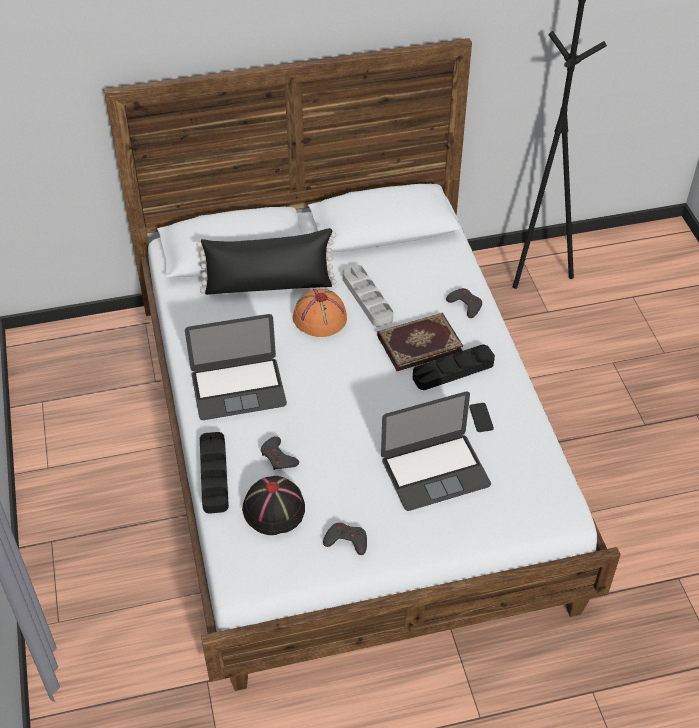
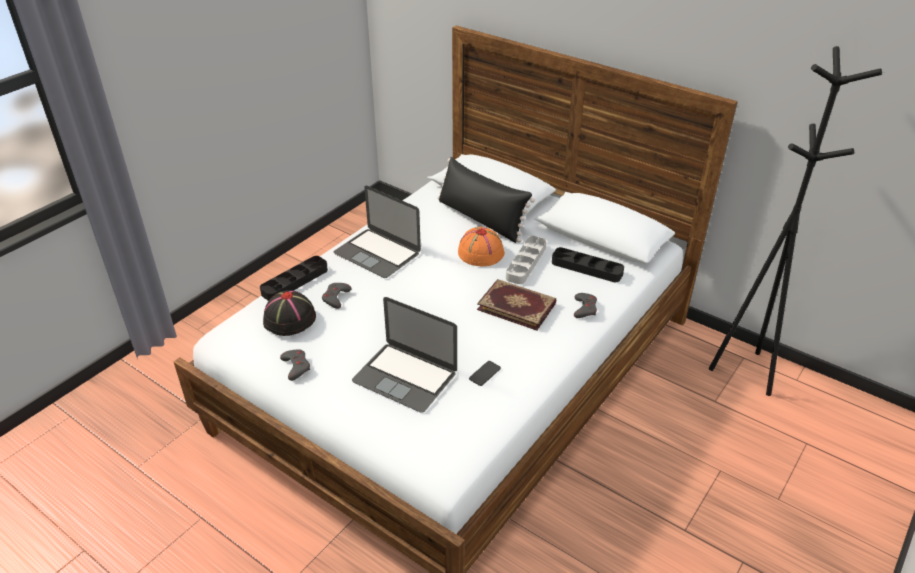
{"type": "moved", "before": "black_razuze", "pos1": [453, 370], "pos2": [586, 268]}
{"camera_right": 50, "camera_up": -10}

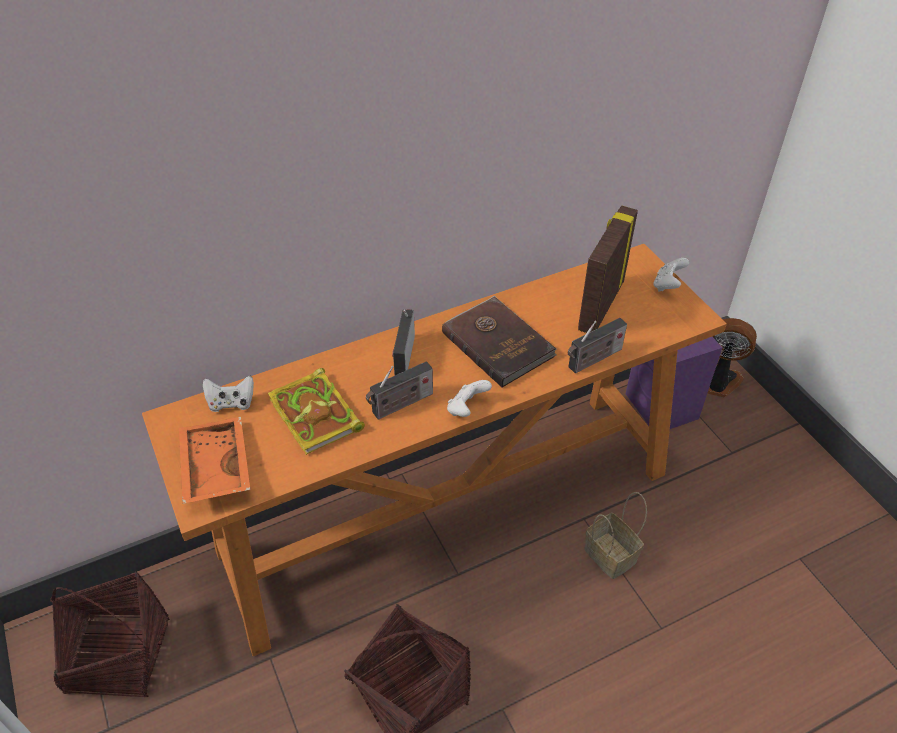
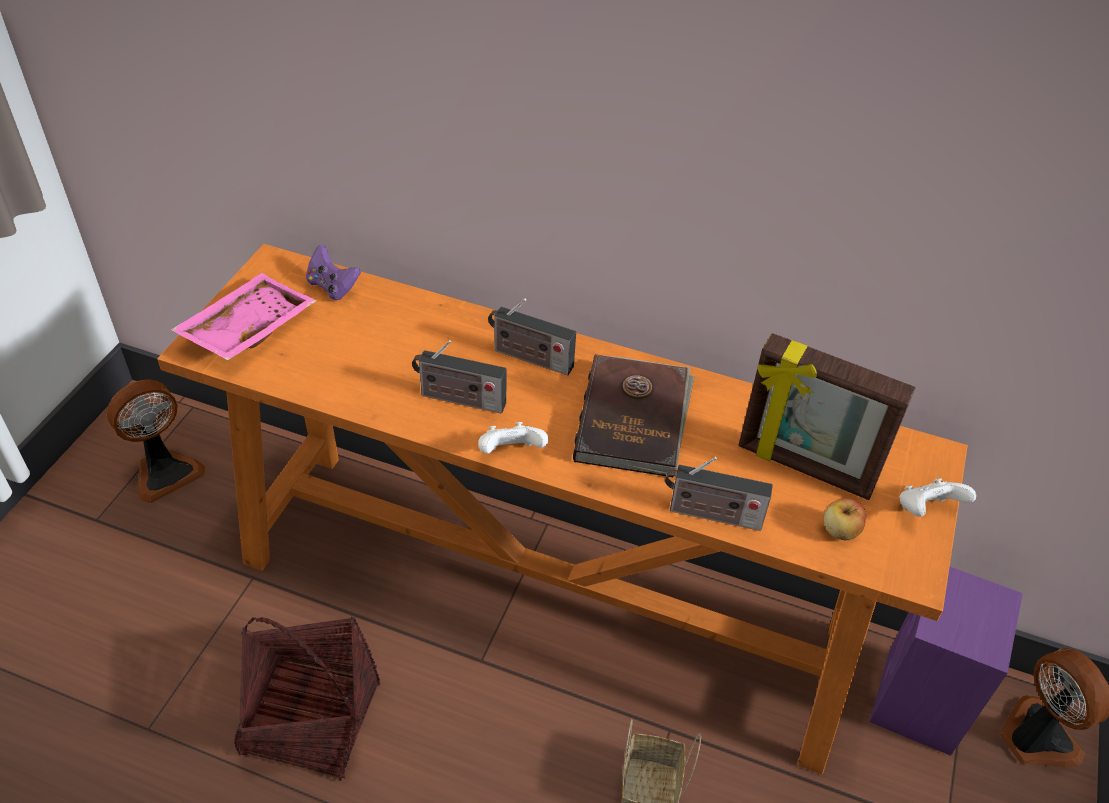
{"type": "replaced", "before": "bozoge", "after": "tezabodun", "pos1": [118, 655], "pos2": [165, 472]}
{"type": "recoloured", "before": "orange_razuze", "after": "pink_razuze", "pos1": [214, 468], "pos2": [247, 328]}
{"type": "recoloured", "before": "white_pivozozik", "after": "purple_pivozozik", "pos1": [231, 403], "pos2": [332, 287]}
{"type": "removed", "before": "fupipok", "pos1": [317, 415]}
{"type": "turned", "before": "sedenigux", "pos1": [404, 354], "pos2": [529, 358], "turn": -120}
{"type": "turned", "before": "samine", "pos1": [599, 305], "pos2": [805, 467], "turn": -135}
{"type": "added", "after": "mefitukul", "pos2": [840, 531]}
{"camera_right": 45, "camera_up": 0}

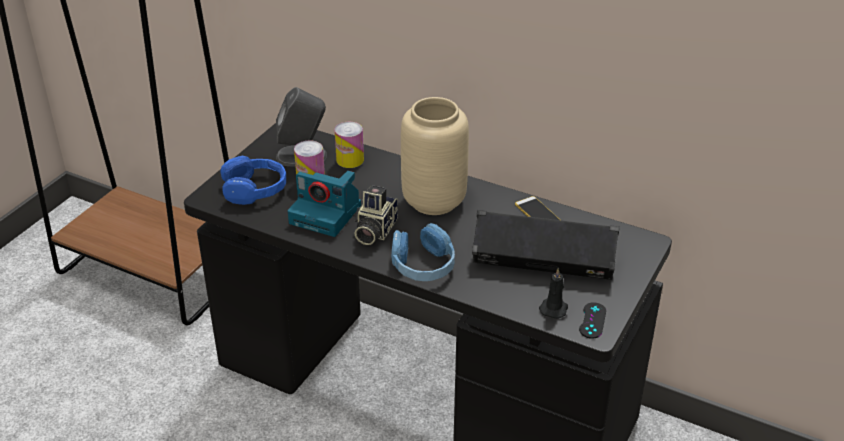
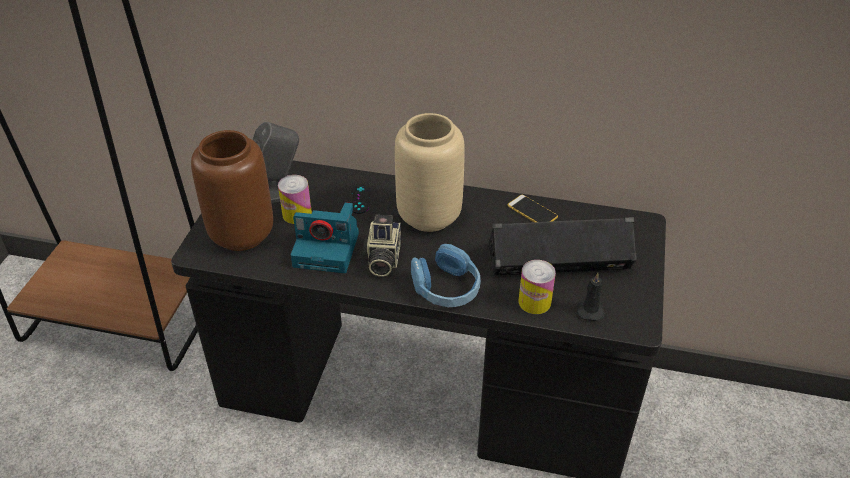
{"type": "replaced", "before": "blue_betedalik", "after": "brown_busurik", "pos1": [255, 189], "pos2": [243, 235]}
{"type": "moved", "before": "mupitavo", "pos1": [350, 160], "pos2": [534, 302]}
{"type": "moved", "before": "black_pivozozik", "pos1": [592, 320], "pos2": [360, 199]}
{"camera_right": -15, "camera_up": 5}

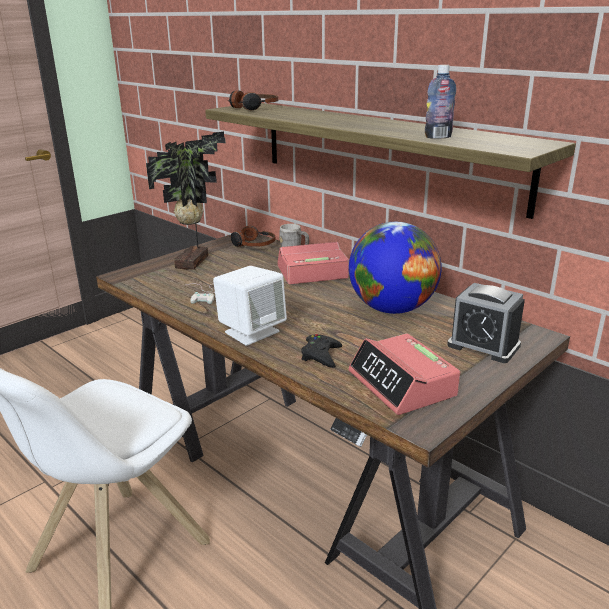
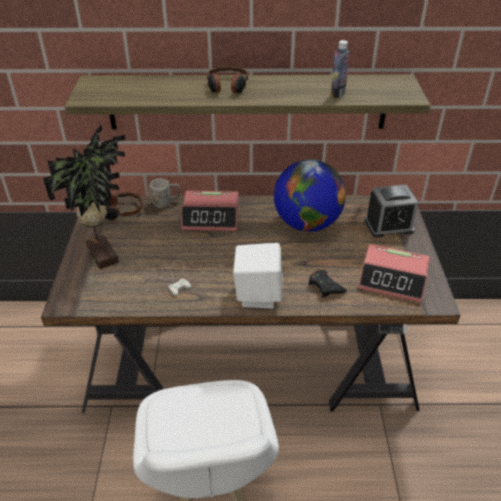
{"type": "moved", "before": "betedalik", "pos1": [253, 108], "pos2": [227, 86]}
{"type": "turned", "before": "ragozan", "pos1": [312, 272], "pos2": [211, 218], "turn": -120}
{"camera_right": -45, "camera_up": 15}

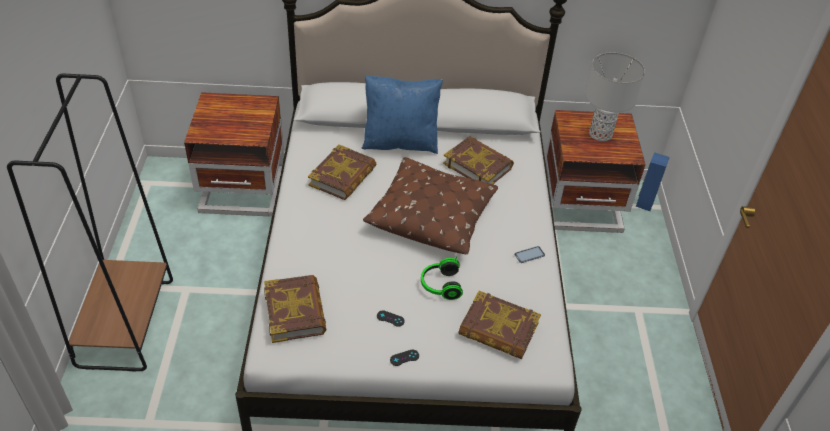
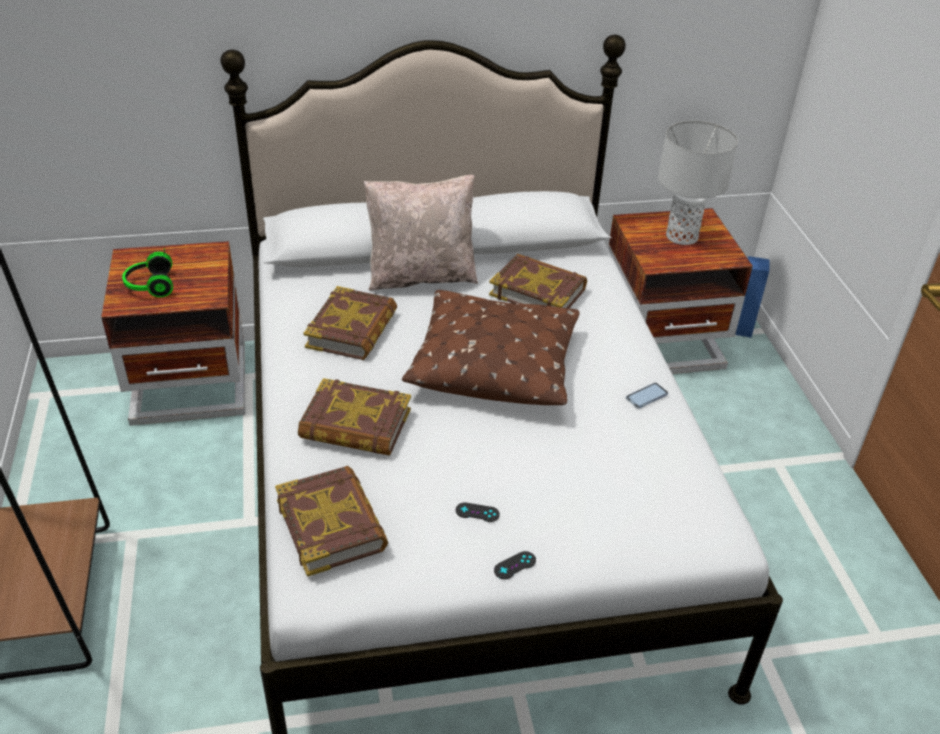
{"type": "recoloured", "before": "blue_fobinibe", "after": "beige_fobinibe", "pos1": [400, 142], "pos2": [421, 276]}
{"type": "moved", "before": "betedalik", "pos1": [440, 285], "pos2": [149, 285]}
{"type": "moved", "before": "fupipok", "pos1": [498, 330], "pos2": [355, 425]}
{"camera_right": -10, "camera_up": -5}

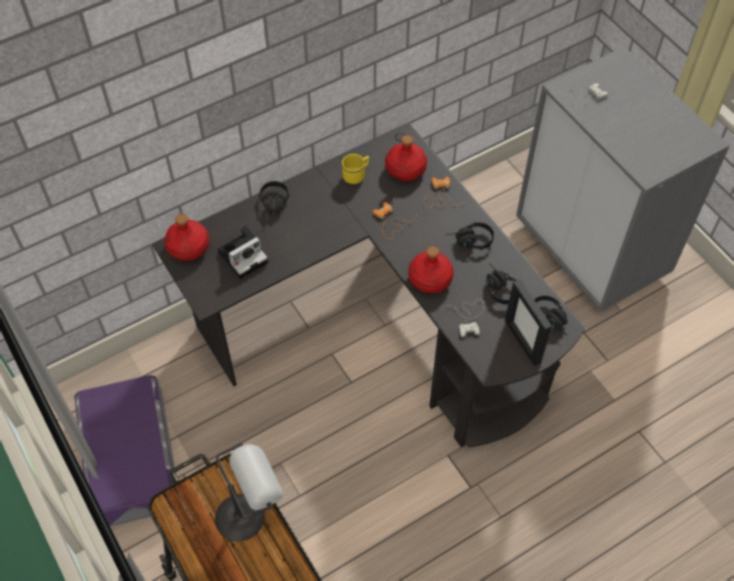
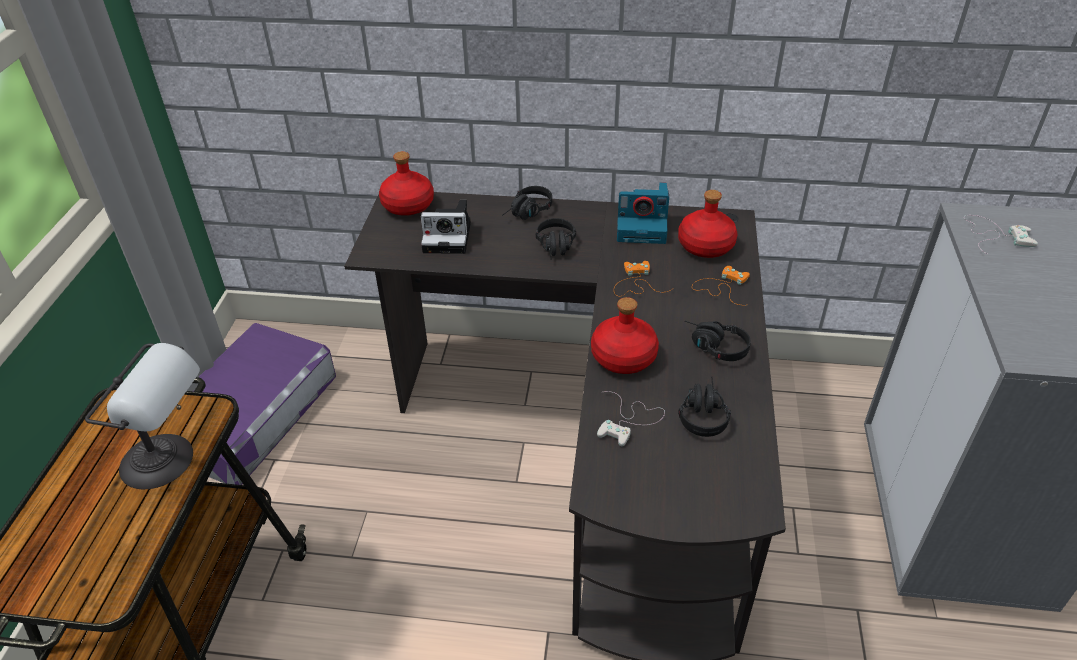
{"type": "replaced", "before": "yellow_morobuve", "after": "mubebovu", "pos1": [356, 175], "pos2": [643, 227]}
{"type": "removed", "before": "samine", "pos1": [523, 341]}
{"type": "moved", "before": "black_betedalik", "pos1": [551, 320], "pos2": [556, 248]}
{"camera_right": 40, "camera_up": -15}

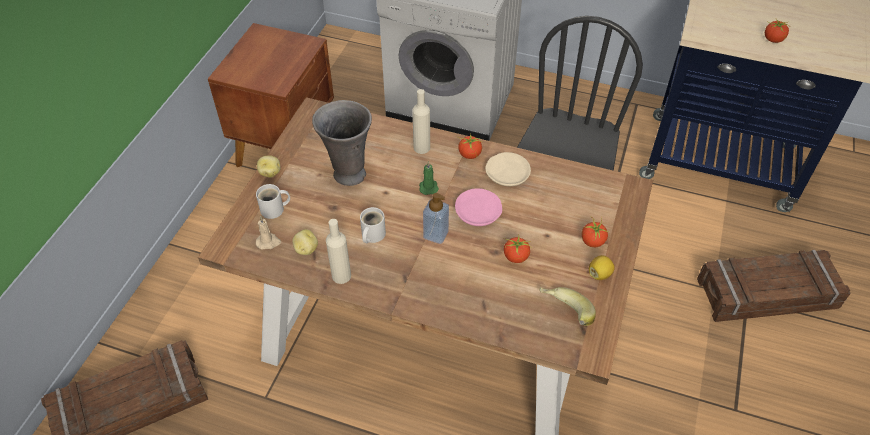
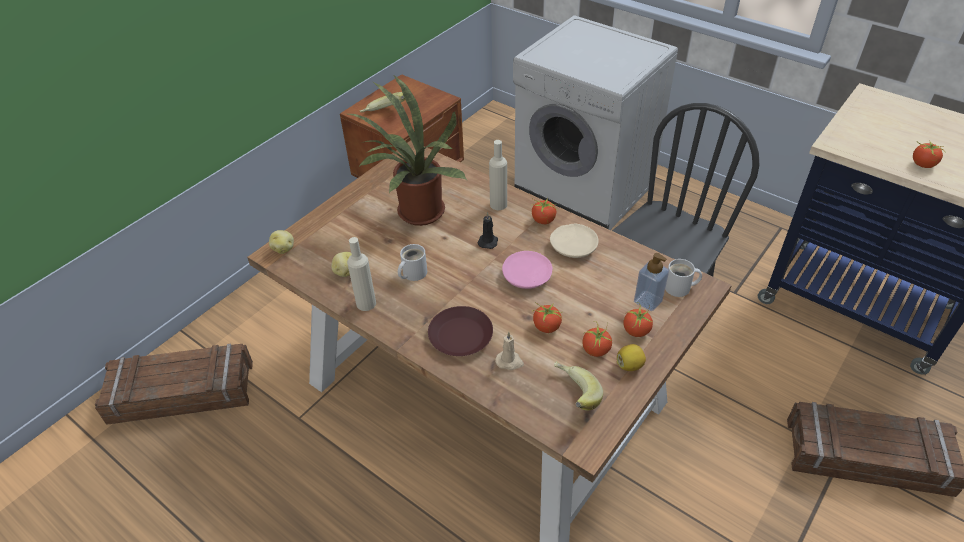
{"type": "moved", "before": "white_morobuve", "pos1": [274, 210], "pos2": [680, 288]}
{"type": "moved", "before": "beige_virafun", "pos1": [268, 242], "pos2": [509, 361]}
{"type": "moved", "before": "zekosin", "pos1": [270, 172], "pos2": [283, 249]}
{"type": "replaced", "before": "grey_busurik", "after": "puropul", "pos1": [348, 174], "pos2": [416, 214]}
{"type": "recoloured", "before": "green_virafun", "after": "black_virafun", "pos1": [428, 187], "pos2": [488, 241]}
{"type": "moved", "before": "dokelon", "pos1": [435, 234], "pos2": [648, 301]}
{"type": "added", "after": "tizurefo", "pos2": [384, 114]}
{"type": "added", "after": "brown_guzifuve", "pos2": [460, 336]}
{"type": "added", "after": "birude", "pos2": [595, 350]}
{"camera_right": 20, "camera_up": -5}

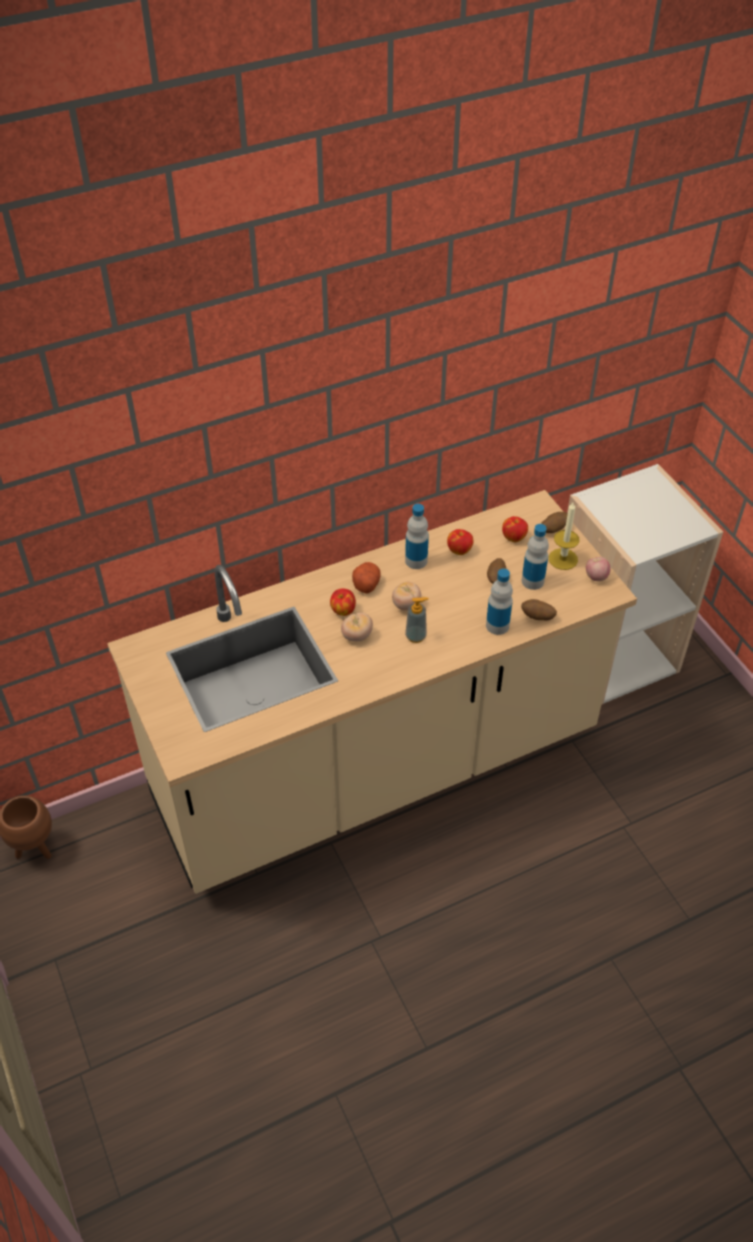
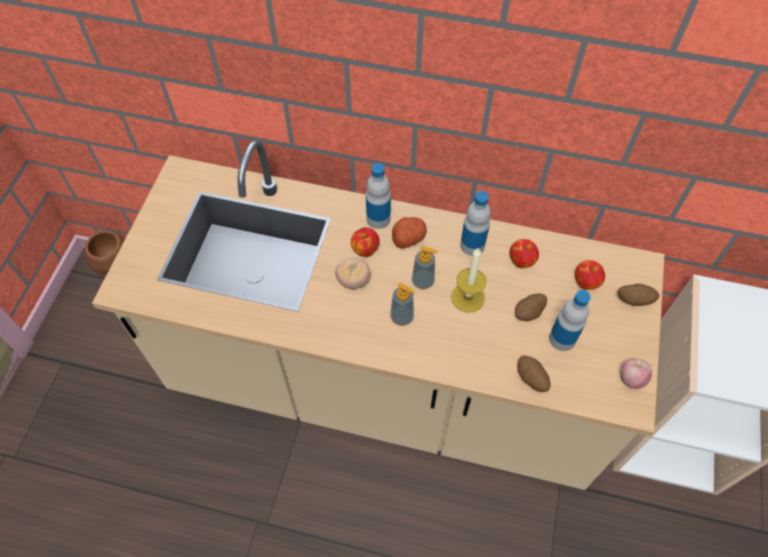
{"type": "replaced", "before": "birude", "after": "dokelon", "pos1": [406, 605], "pos2": [423, 281]}
{"type": "moved", "before": "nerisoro", "pos1": [497, 625], "pos2": [378, 219]}
{"type": "moved", "before": "virafun", "pos1": [563, 559], "pos2": [468, 297]}
{"camera_right": 40, "camera_up": 10}

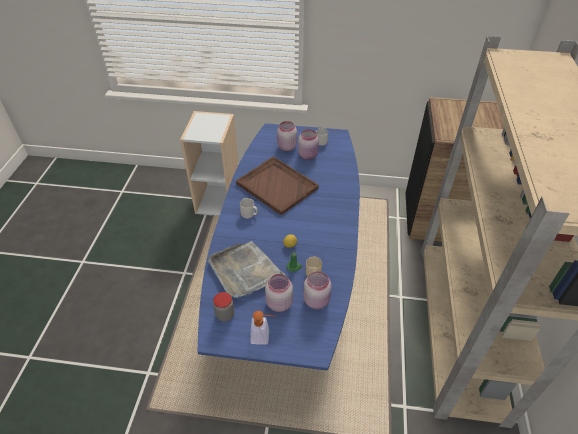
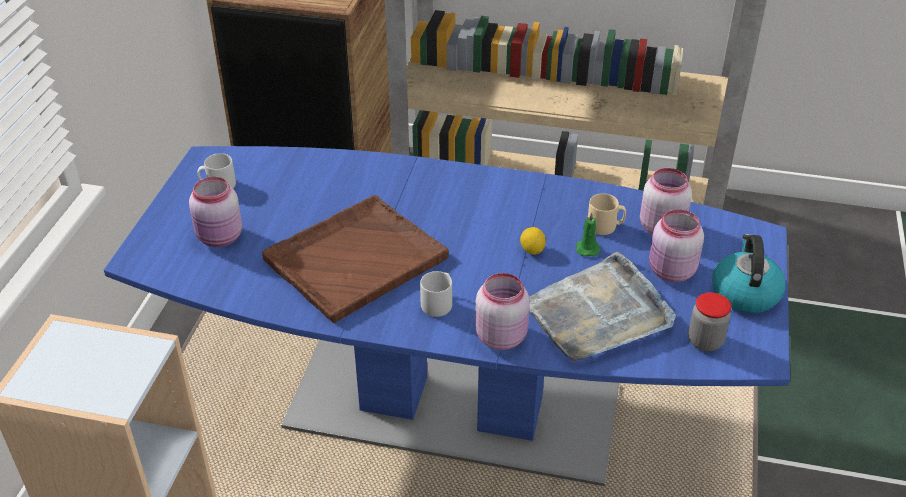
{"type": "replaced", "before": "dokelon", "after": "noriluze", "pos1": [264, 337], "pos2": [744, 292]}
{"type": "moved", "before": "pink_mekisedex", "pos1": [308, 155], "pos2": [501, 336]}
{"camera_right": -85, "camera_up": -5}

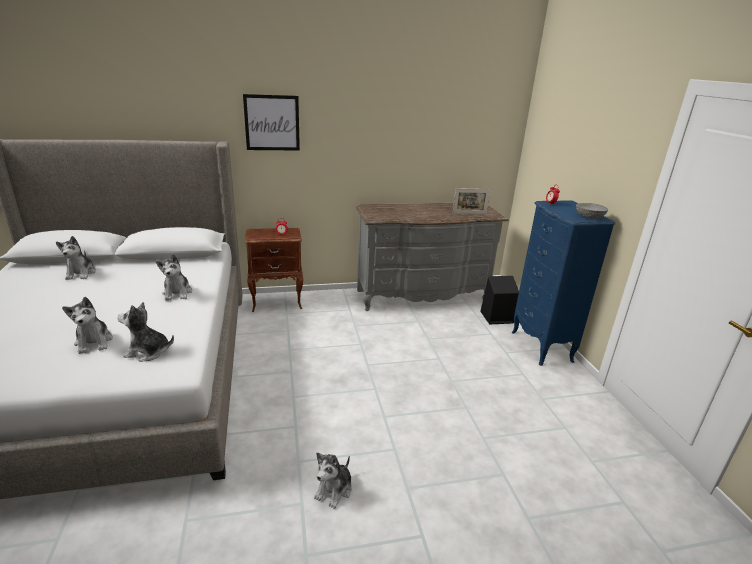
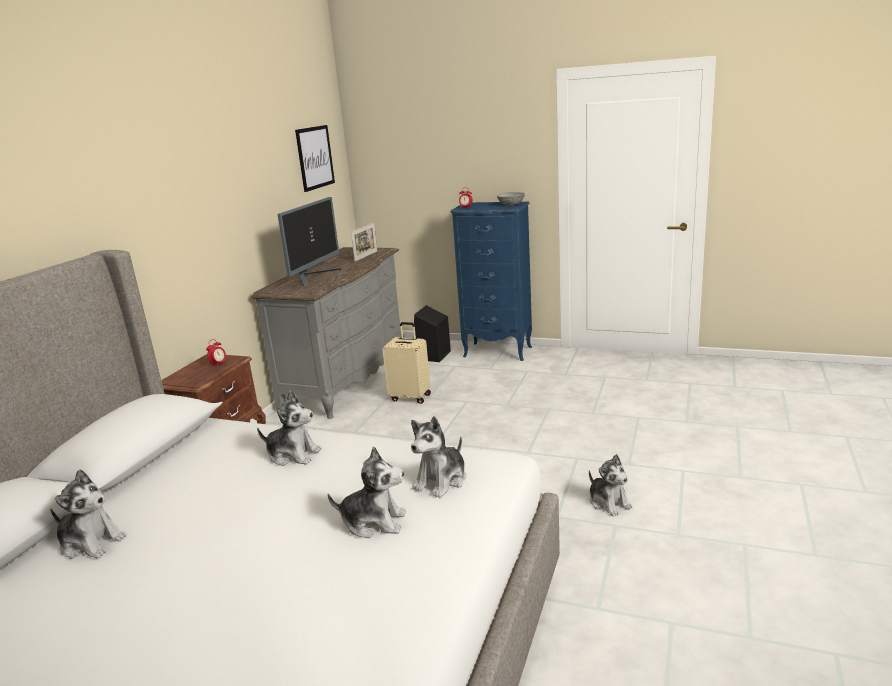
{"type": "moved", "before": "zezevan", "pos1": [272, 123], "pos2": [315, 157]}
{"type": "added", "after": "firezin", "pos2": [314, 276]}
{"type": "added", "after": "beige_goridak", "pos2": [411, 397]}
{"camera_right": -55, "camera_up": -5}

